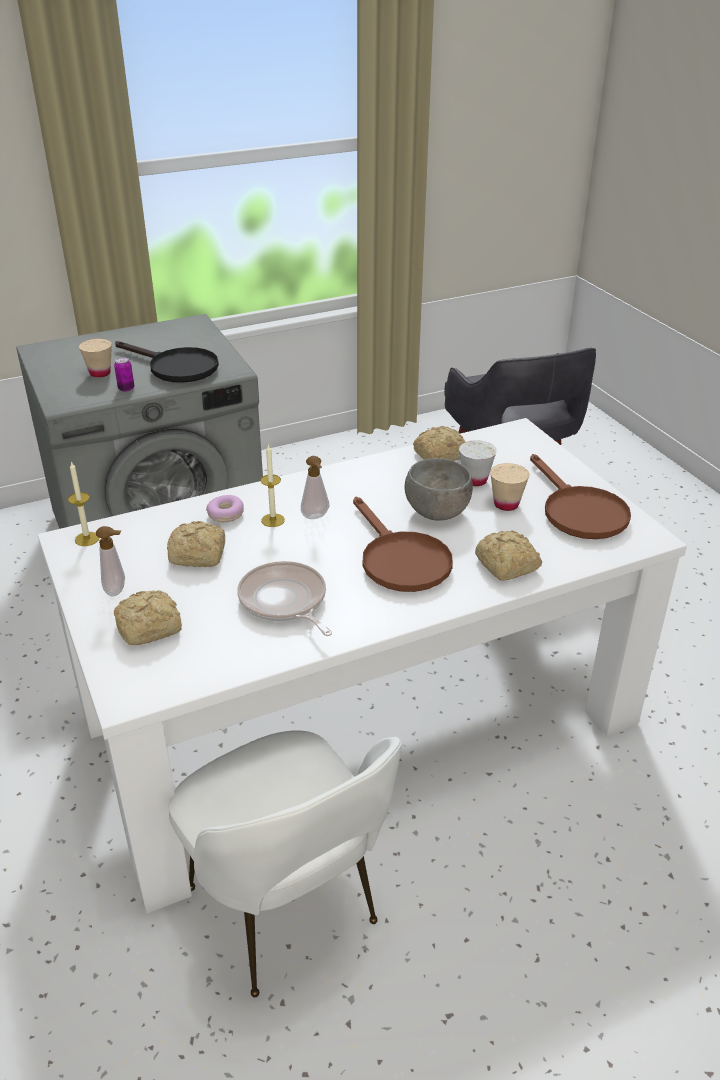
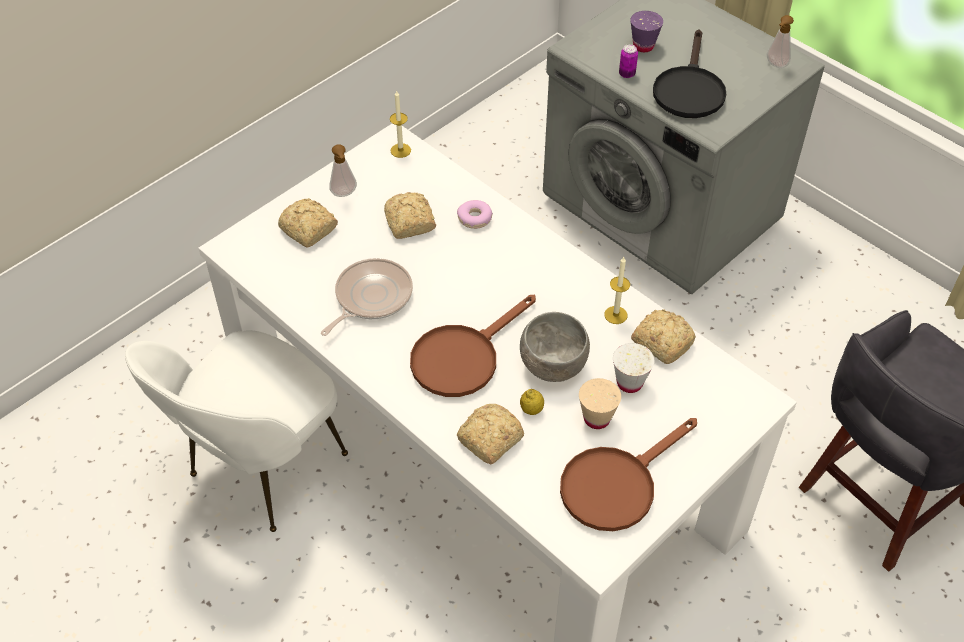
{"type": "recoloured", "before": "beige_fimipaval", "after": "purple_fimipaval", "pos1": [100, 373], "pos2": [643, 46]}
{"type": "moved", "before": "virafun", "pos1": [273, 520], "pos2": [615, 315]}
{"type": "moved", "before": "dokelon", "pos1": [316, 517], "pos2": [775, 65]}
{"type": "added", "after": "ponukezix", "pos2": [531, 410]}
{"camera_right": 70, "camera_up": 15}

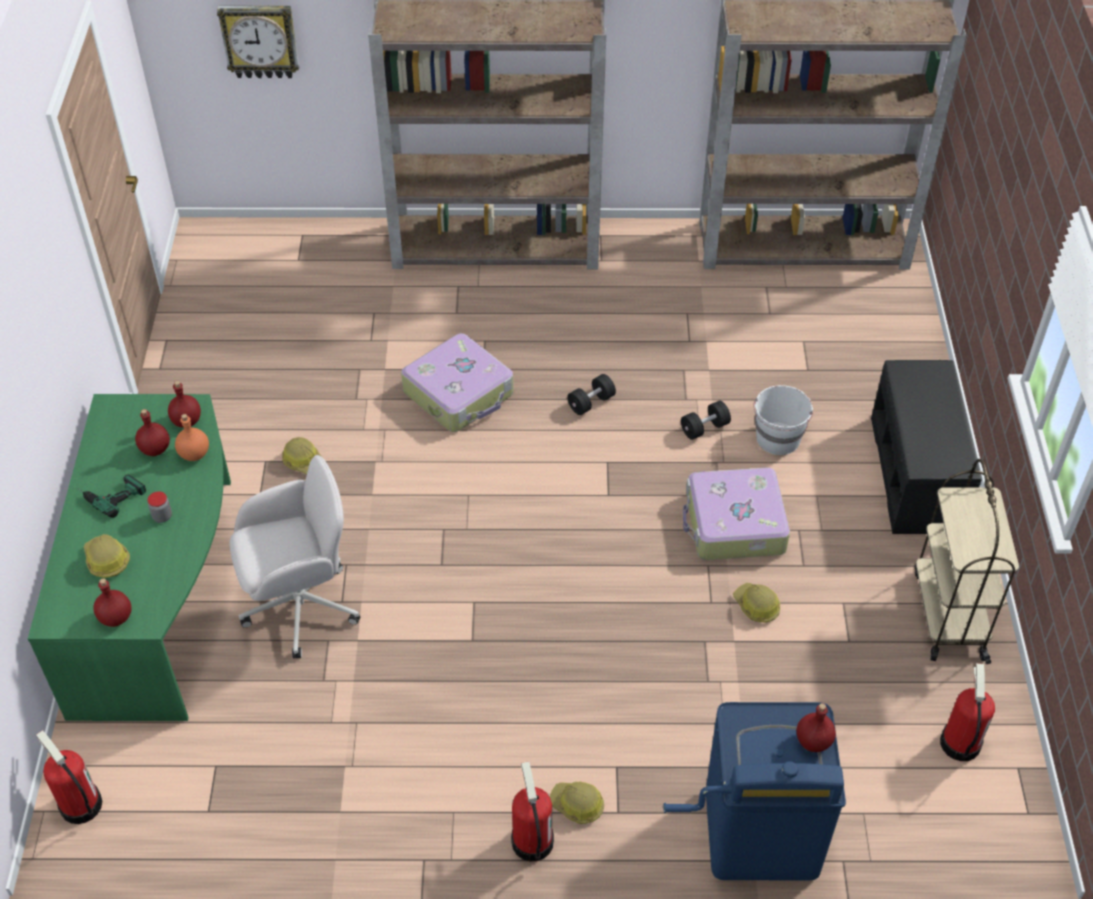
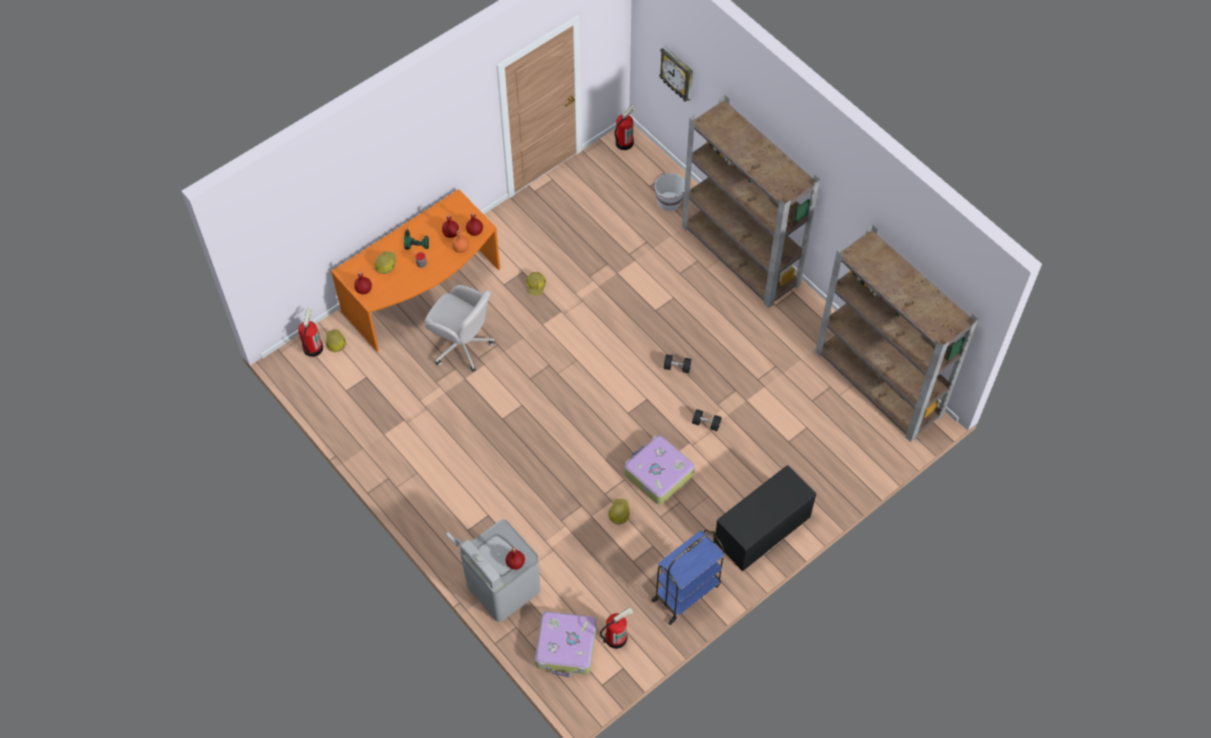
{"type": "recoloured", "before": "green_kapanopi", "after": "orange_kapanopi", "pos1": [162, 594], "pos2": [424, 293]}
{"type": "moved", "before": "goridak", "pos1": [459, 393], "pos2": [566, 647]}
{"type": "moved", "before": "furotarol", "pos1": [531, 841], "pos2": [624, 142]}
{"type": "moved", "before": "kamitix", "pos1": [577, 805], "pos2": [335, 342]}
{"type": "recoloured", "before": "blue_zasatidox", "after": "grey_zasatidox", "pos1": [758, 834], "pos2": [501, 587]}
{"type": "moved", "before": "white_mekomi", "pos1": [778, 439], "pos2": [669, 201]}
{"type": "recoloured", "before": "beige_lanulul", "after": "blue_lanulul", "pos1": [949, 613], "pos2": [687, 592]}
{"camera_right": 50, "camera_up": 10}

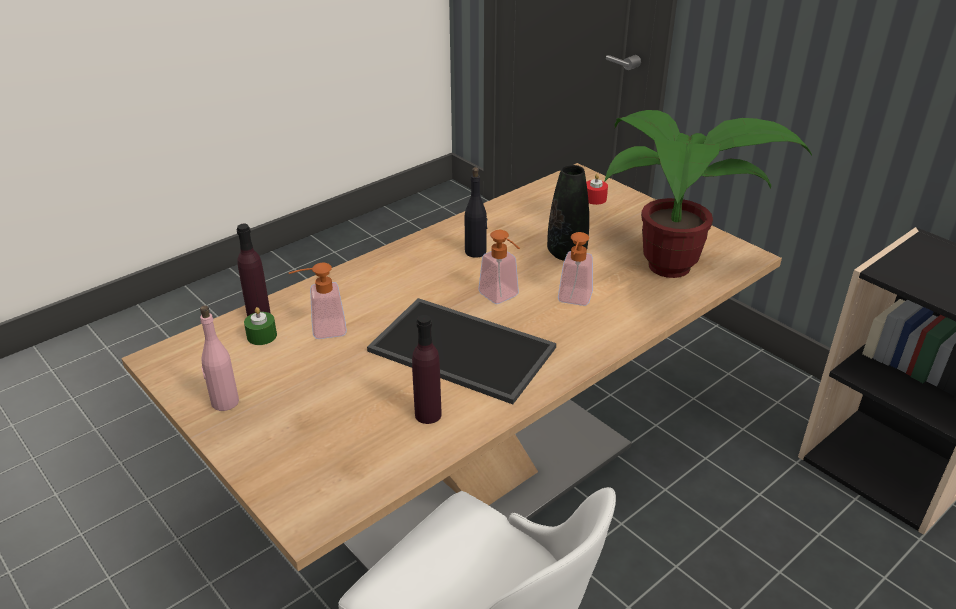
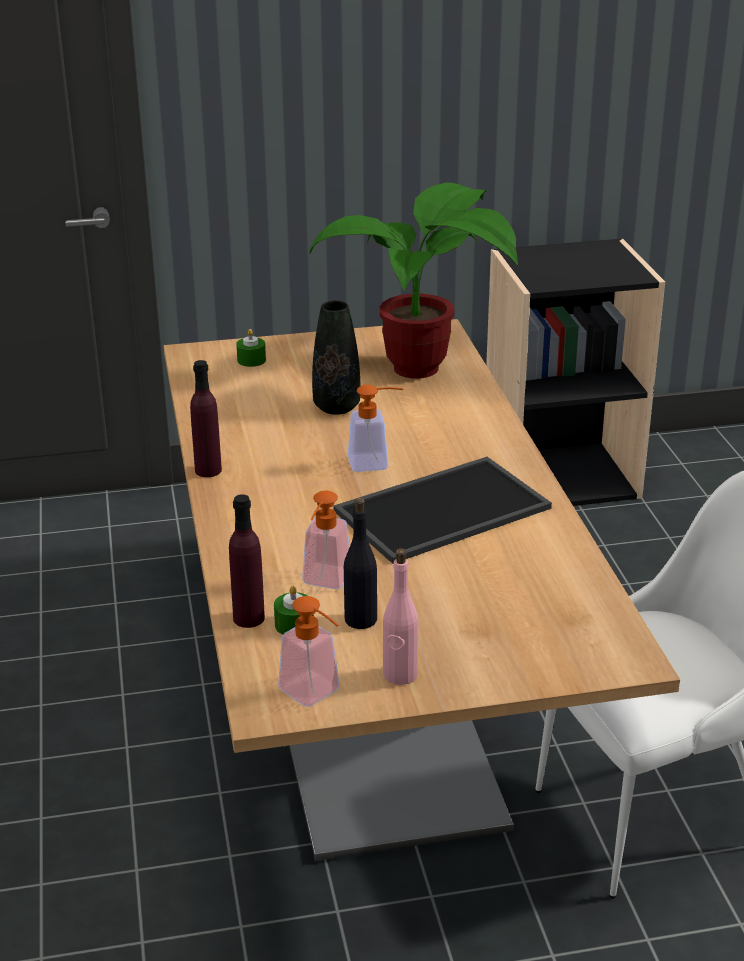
{"type": "moved", "before": "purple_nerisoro", "pos1": [428, 414], "pos2": [208, 470]}
{"type": "moved", "before": "black_nerisoro", "pos1": [476, 252], "pos2": [361, 619]}
{"type": "moved", "before": "dokelon", "pos1": [573, 300], "pos2": [316, 694]}
{"type": "recoloured", "before": "red_virafun", "after": "green_virafun", "pos1": [595, 198], "pos2": [251, 360]}
{"camera_right": -60, "camera_up": -5}

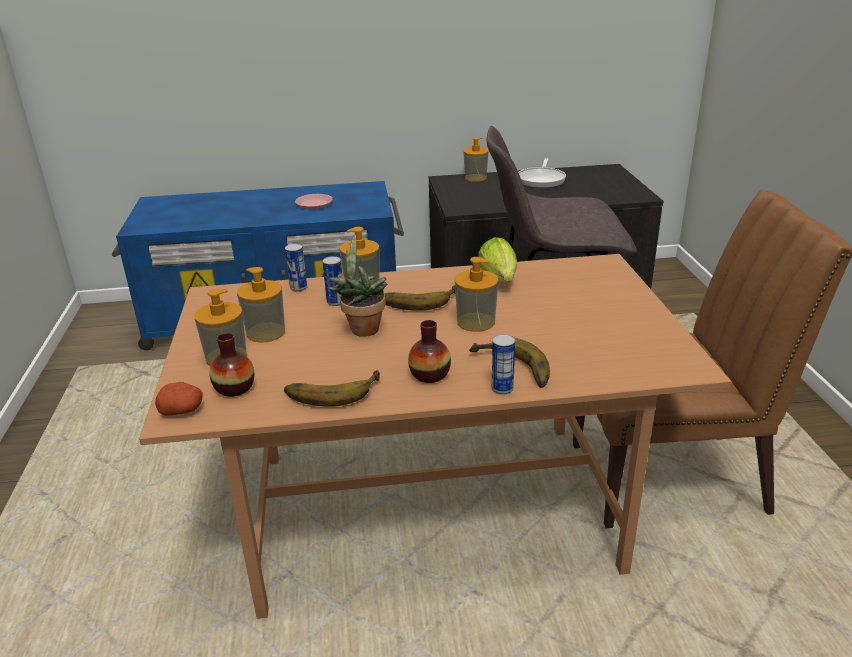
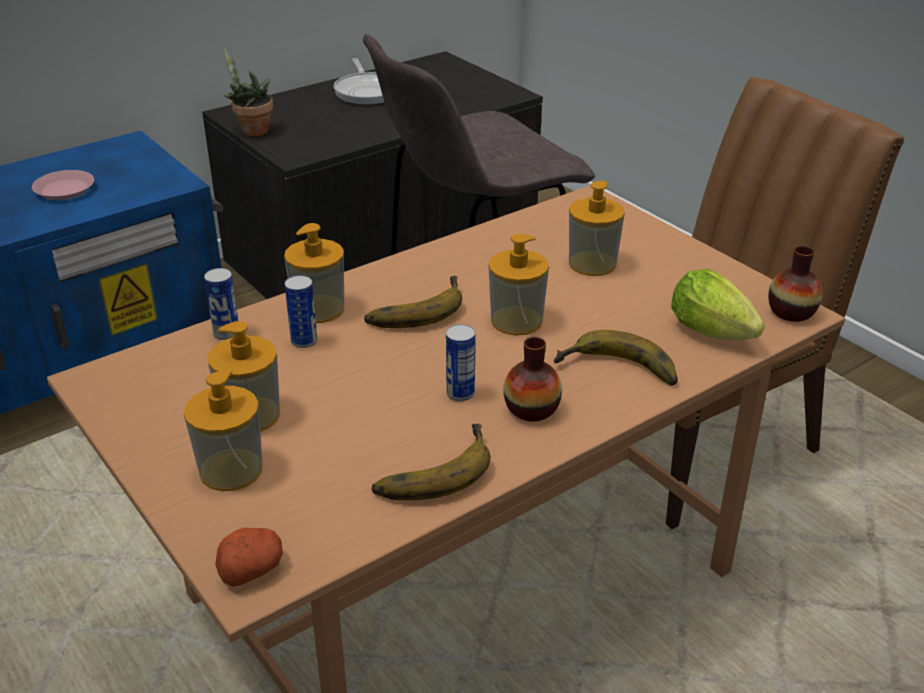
{"type": "moved", "before": "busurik", "pos1": [234, 388], "pos2": [791, 312]}
{"type": "moved", "before": "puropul", "pos1": [362, 328], "pos2": [252, 131]}
{"type": "moved", "before": "dokelon", "pos1": [475, 178], "pos2": [592, 263]}
{"type": "moved", "before": "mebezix", "pos1": [499, 281], "pos2": [716, 334]}
{"type": "moved", "before": "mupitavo", "pos1": [502, 389], "pos2": [460, 393]}
{"camera_right": -30, "camera_up": 5}

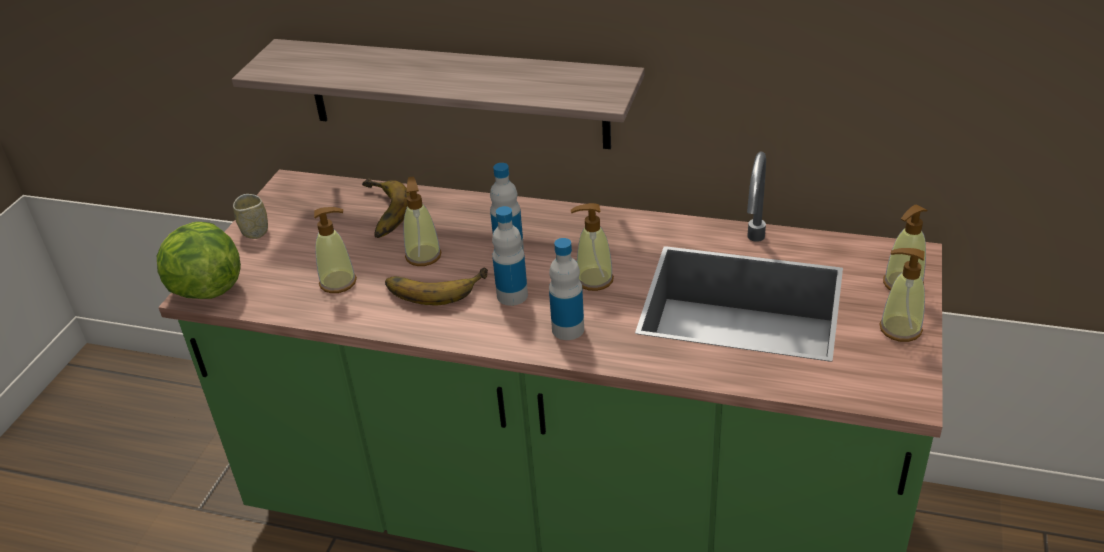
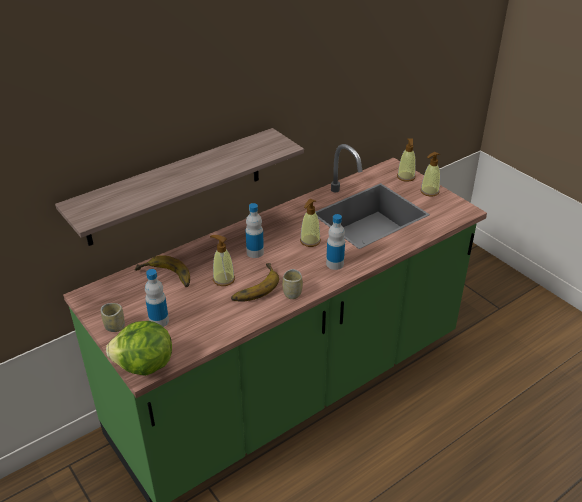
{"type": "removed", "before": "dokelon", "pos1": [338, 282]}
{"type": "moved", "before": "nerisoro", "pos1": [512, 295], "pos2": [159, 321]}
{"type": "added", "after": "fimipaval", "pos2": [292, 293]}
{"camera_right": -55, "camera_up": 0}

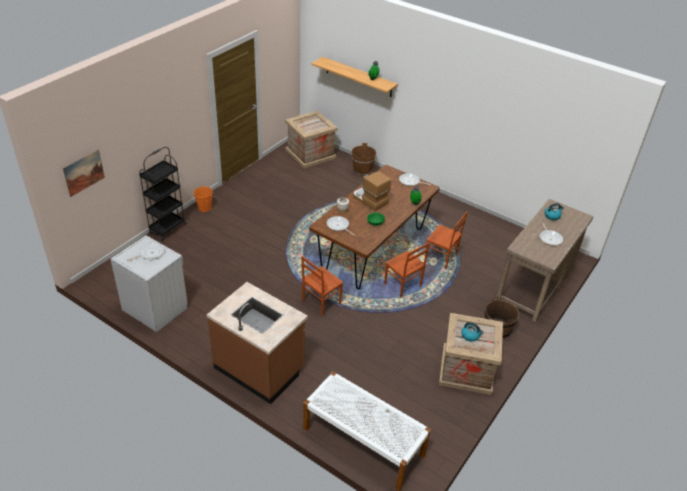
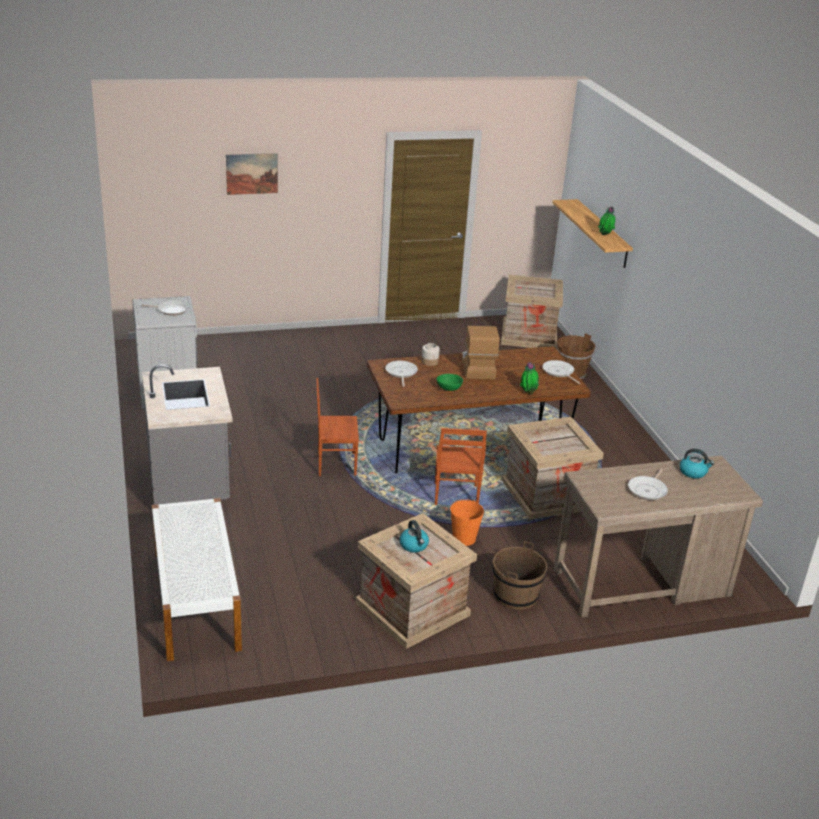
{"type": "moved", "before": "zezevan", "pos1": [84, 172], "pos2": [252, 173]}
{"type": "removed", "before": "black_lanulul", "pos1": [167, 229]}
{"type": "moved", "before": "orange_mekomi", "pos1": [204, 208], "pos2": [464, 538]}
{"type": "recoloured", "before": "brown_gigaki", "after": "grey_gigaki", "pos1": [259, 368], "pos2": [190, 483]}
{"type": "replaced", "before": "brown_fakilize", "after": "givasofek", "pos1": [441, 258], "pos2": [547, 495]}
{"camera_right": 40, "camera_up": -10}

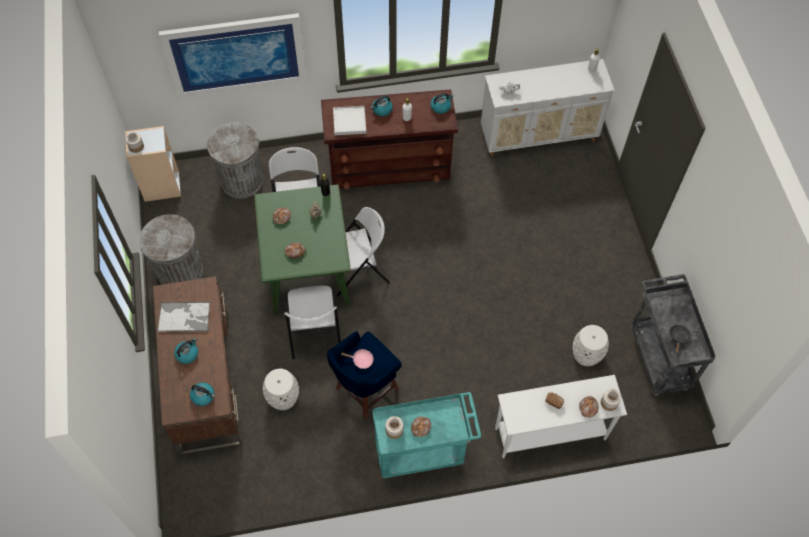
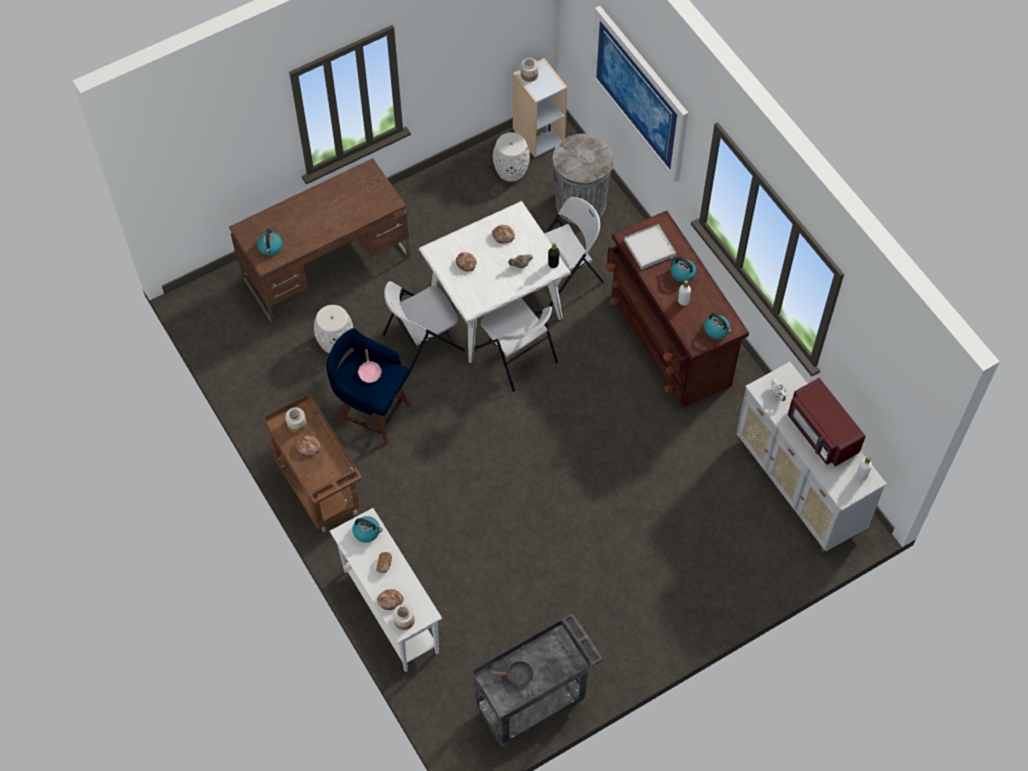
{"type": "removed", "before": "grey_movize", "pos1": [180, 272]}
{"type": "removed", "before": "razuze", "pos1": [184, 317]}
{"type": "moved", "before": "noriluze", "pos1": [187, 354], "pos2": [367, 532]}
{"type": "recoloured", "before": "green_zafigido", "after": "white_zafigido", "pos1": [307, 270], "pos2": [494, 308]}
{"type": "recoloured", "before": "turquoise_lanulul", "after": "brown_lanulul", "pos1": [423, 454], "pos2": [321, 493]}
{"type": "moved", "before": "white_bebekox", "pos1": [586, 354], "pos2": [511, 170]}
{"type": "added", "after": "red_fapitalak", "pos2": [821, 433]}
{"camera_right": 70, "camera_up": 0}

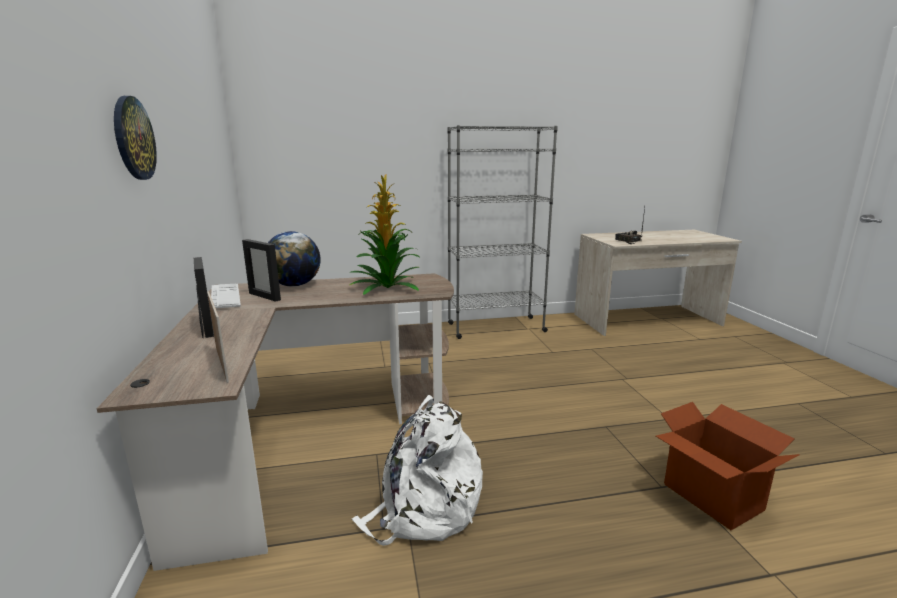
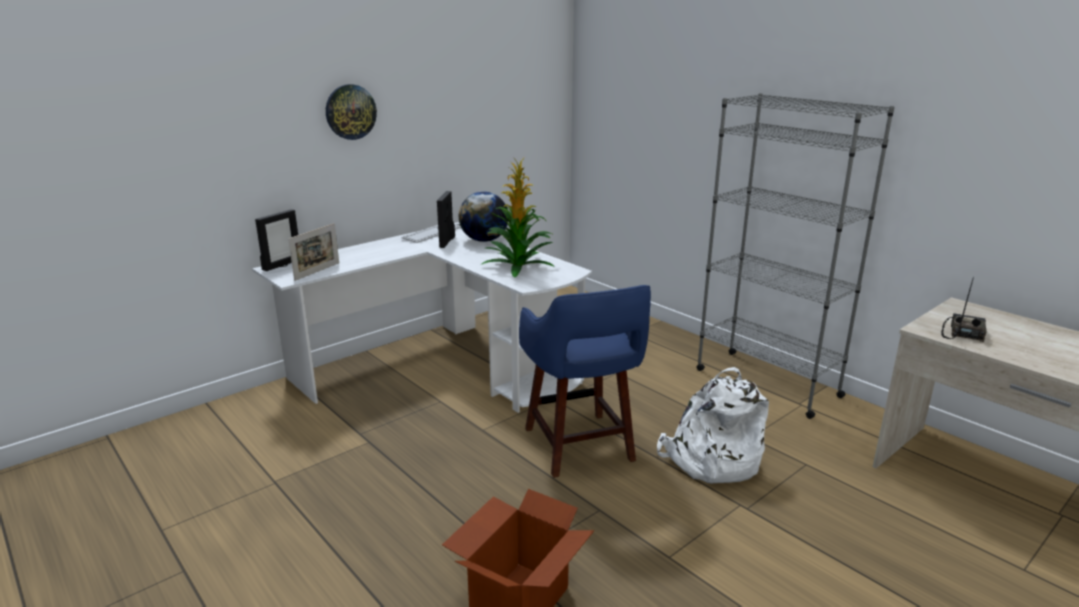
{"type": "recoloured", "before": "brown_kapanopi", "after": "white_kapanopi", "pos1": [309, 433], "pos2": [444, 366]}
{"type": "moved", "before": "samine", "pos1": [207, 328], "pos2": [282, 264]}
{"type": "moved", "before": "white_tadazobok", "pos1": [424, 508], "pos2": [710, 460]}
{"type": "added", "after": "blue_bebekox", "pos2": [580, 448]}
{"camera_right": 60, "camera_up": 5}

